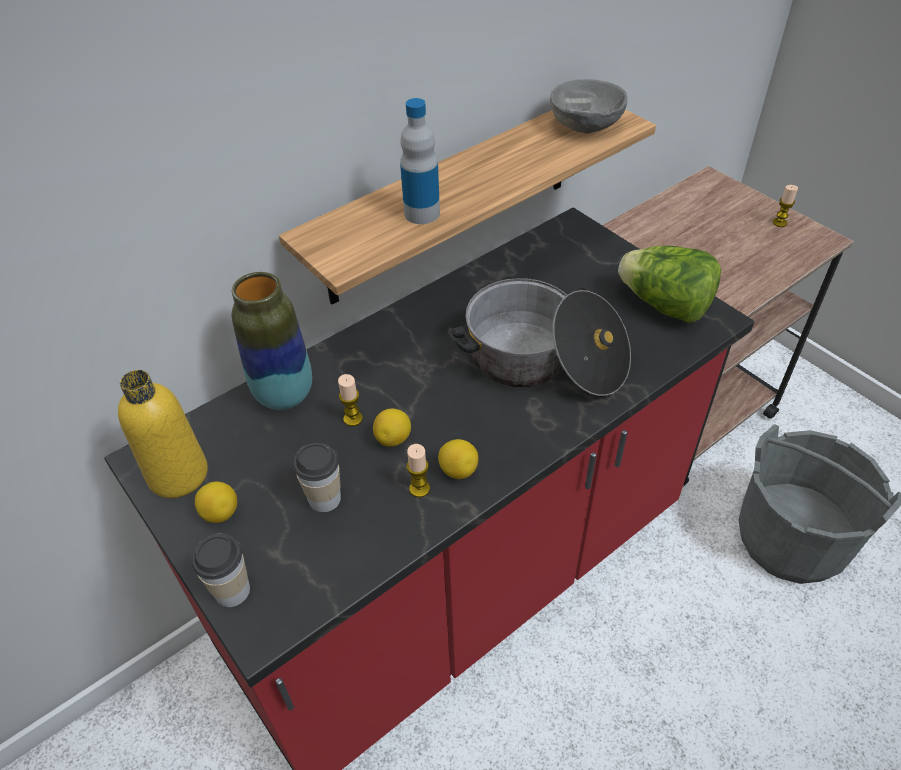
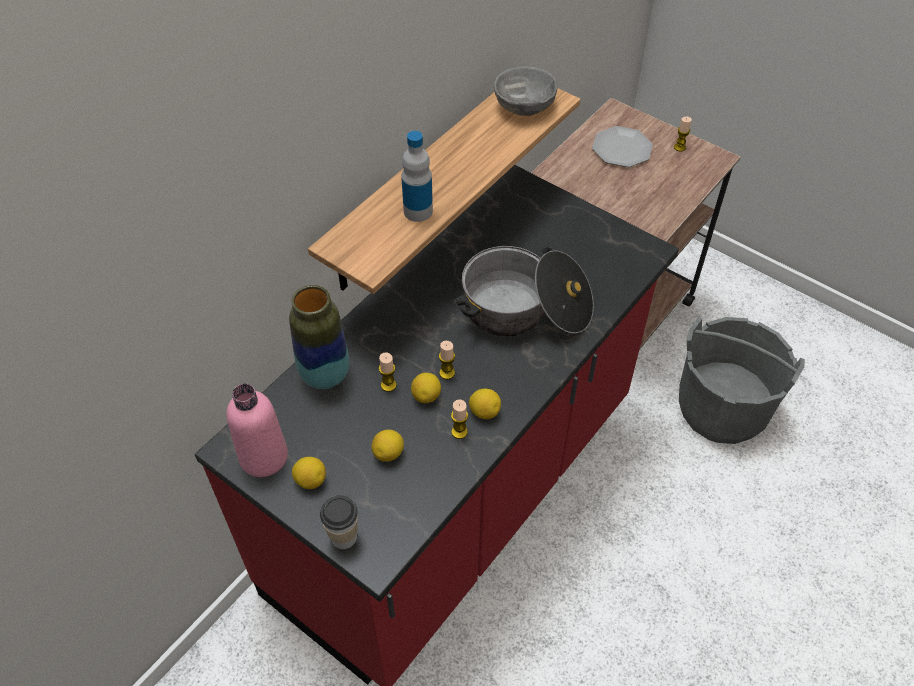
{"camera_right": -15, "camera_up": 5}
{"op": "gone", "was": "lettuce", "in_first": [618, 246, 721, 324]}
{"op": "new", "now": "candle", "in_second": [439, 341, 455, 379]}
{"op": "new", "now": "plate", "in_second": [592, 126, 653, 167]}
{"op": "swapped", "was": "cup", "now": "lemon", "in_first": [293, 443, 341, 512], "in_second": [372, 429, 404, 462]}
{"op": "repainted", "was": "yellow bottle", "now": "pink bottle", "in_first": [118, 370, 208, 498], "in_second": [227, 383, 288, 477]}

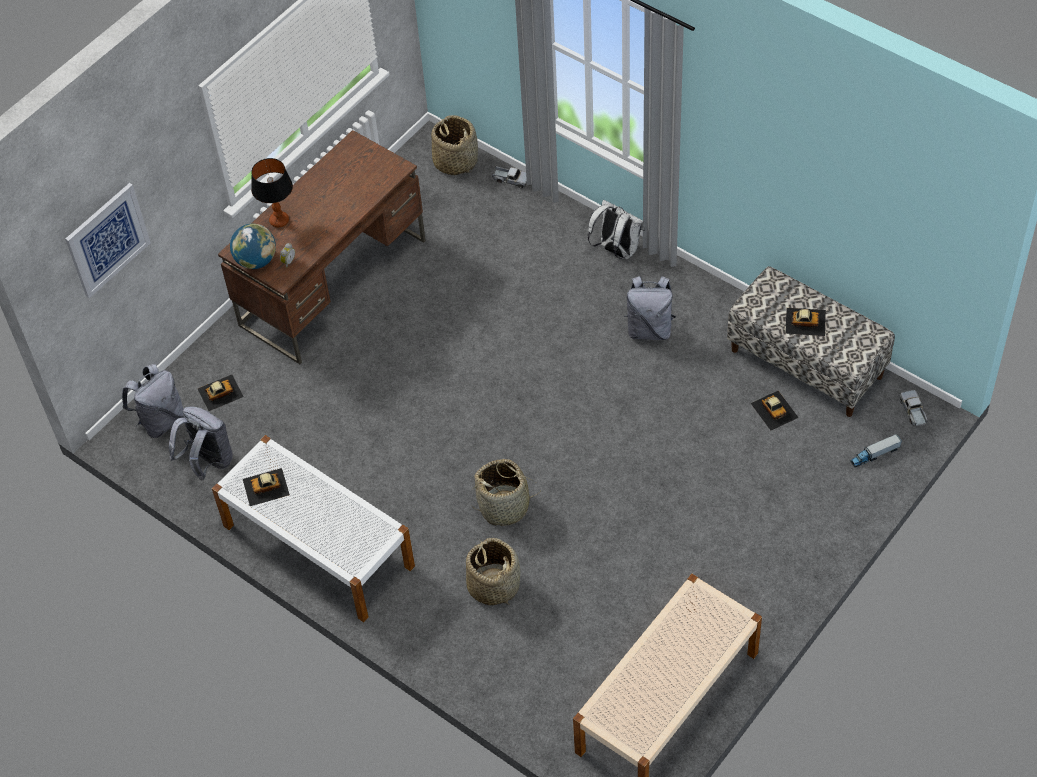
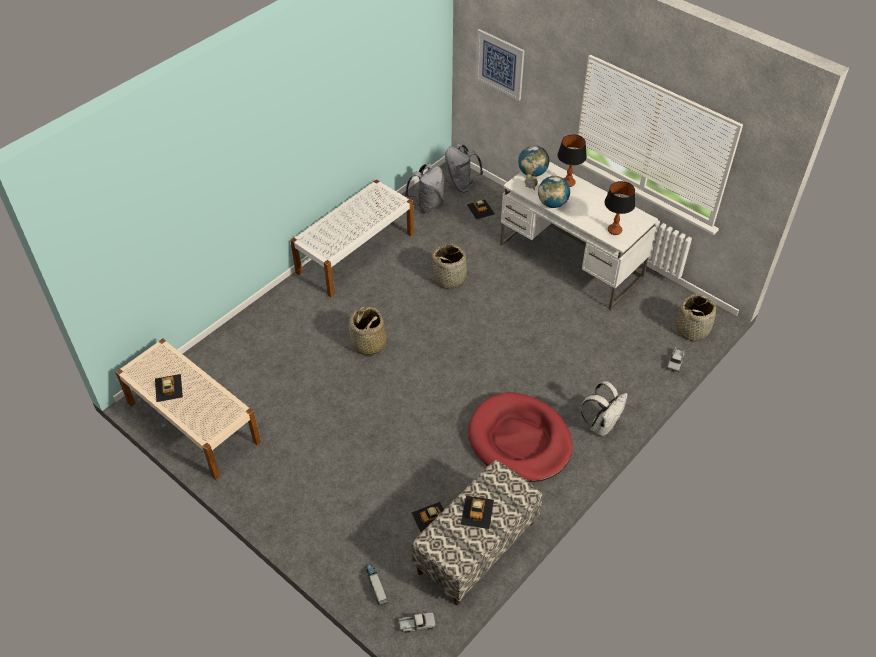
{"camera_right": 90, "camera_up": -5}
{"op": "new", "now": "globe", "in_second": [538, 176, 570, 208]}
{"op": "new", "now": "table lamp", "in_second": [604, 181, 635, 235]}
{"op": "shifted", "was": "toy car", "in_first": [243, 468, 290, 506], "in_second": [155, 374, 183, 402]}
{"op": "shifted", "was": "basket", "in_first": [466, 538, 520, 606], "in_second": [431, 243, 472, 289]}
{"op": "swapped", "was": "grey backpack", "now": "red dog bed", "in_first": [624, 276, 676, 340], "in_second": [468, 392, 573, 482]}
{"op": "repainted", "was": "brown desk", "now": "white desk", "in_first": [218, 130, 426, 364], "in_second": [500, 162, 658, 310]}

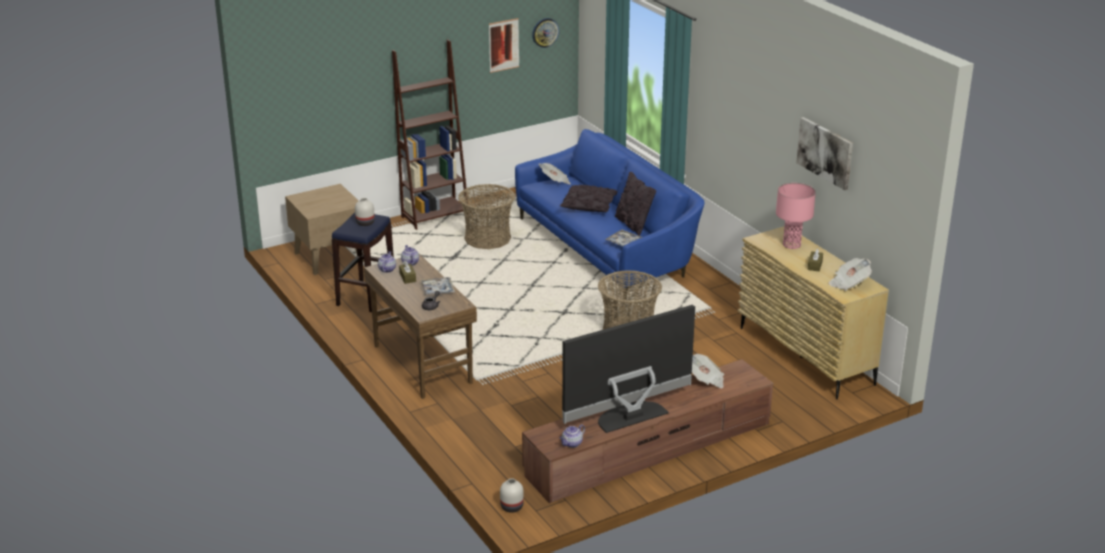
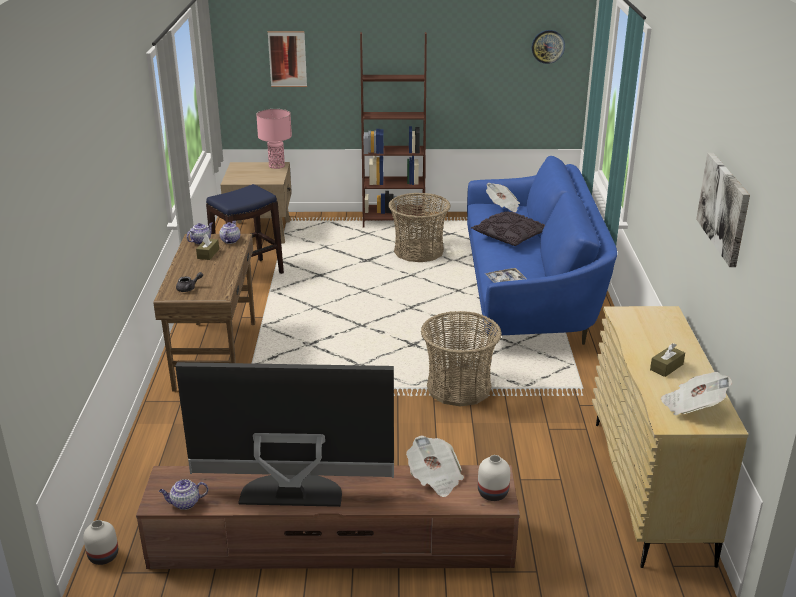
{"camera_right": 30, "camera_up": 0}
{"op": "gone", "was": "tray", "in_first": [421, 277, 455, 295]}
{"op": "gone", "was": "black pillow", "in_first": [615, 172, 656, 236]}
{"op": "shifted", "was": "white vase", "in_first": [355, 198, 375, 226], "in_second": [478, 455, 510, 501]}
{"op": "shifted", "was": "picture", "in_first": [489, 18, 519, 73], "in_second": [268, 31, 307, 87]}
{"op": "shifted", "was": "pink table lamp", "in_first": [776, 183, 816, 249], "in_second": [256, 109, 292, 169]}

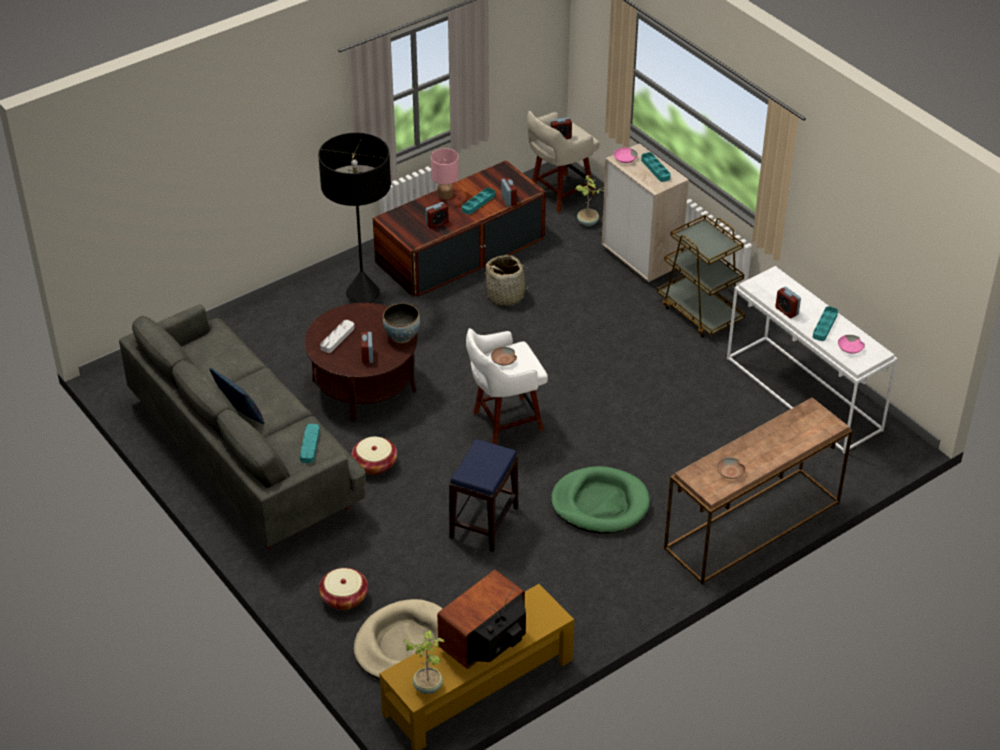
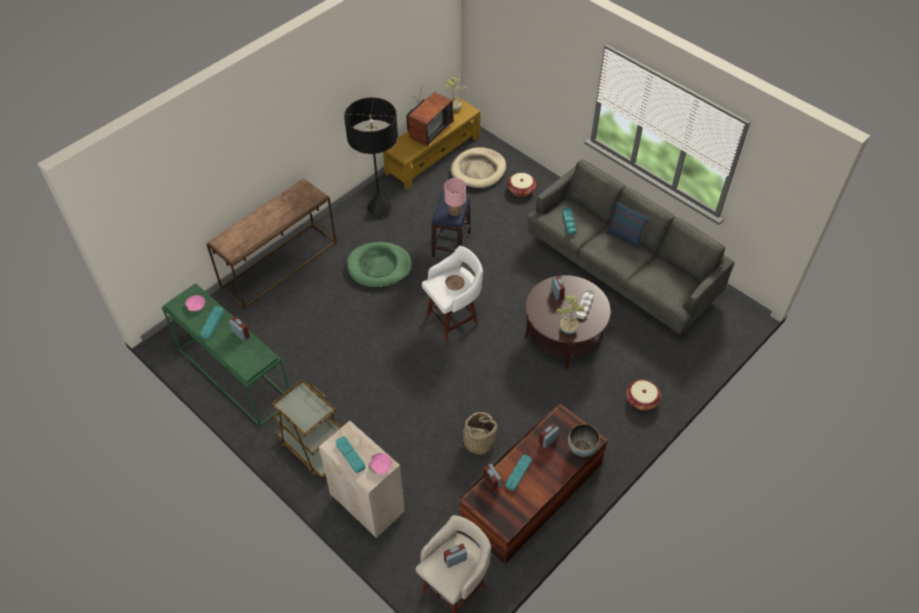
{"camera_right": 170, "camera_up": 10}
{"op": "shifted", "was": "black floor lamp", "in_first": [318, 133, 391, 303], "in_second": [344, 97, 398, 216]}
{"op": "shifted", "was": "basket", "in_first": [352, 437, 397, 475], "in_second": [626, 380, 661, 410]}
{"op": "shifted", "was": "bowl", "in_first": [383, 303, 420, 343], "in_second": [568, 424, 600, 457]}
{"op": "shifted", "was": "pink table lamp", "in_first": [431, 148, 459, 200], "in_second": [444, 178, 466, 216]}
{"op": "shifted", "was": "potted plant", "in_first": [575, 175, 604, 226], "in_second": [556, 295, 585, 334]}
{"op": "repainted", "was": "white console table", "now": "green console table", "in_first": [727, 266, 898, 454], "in_second": [162, 284, 290, 427]}

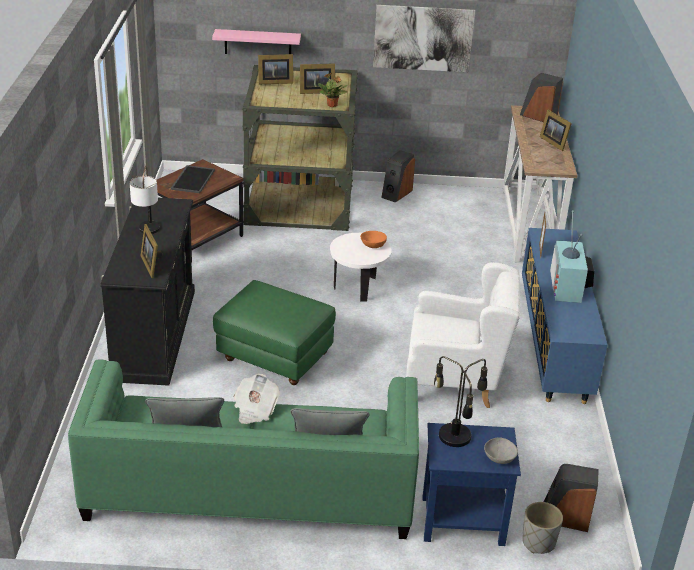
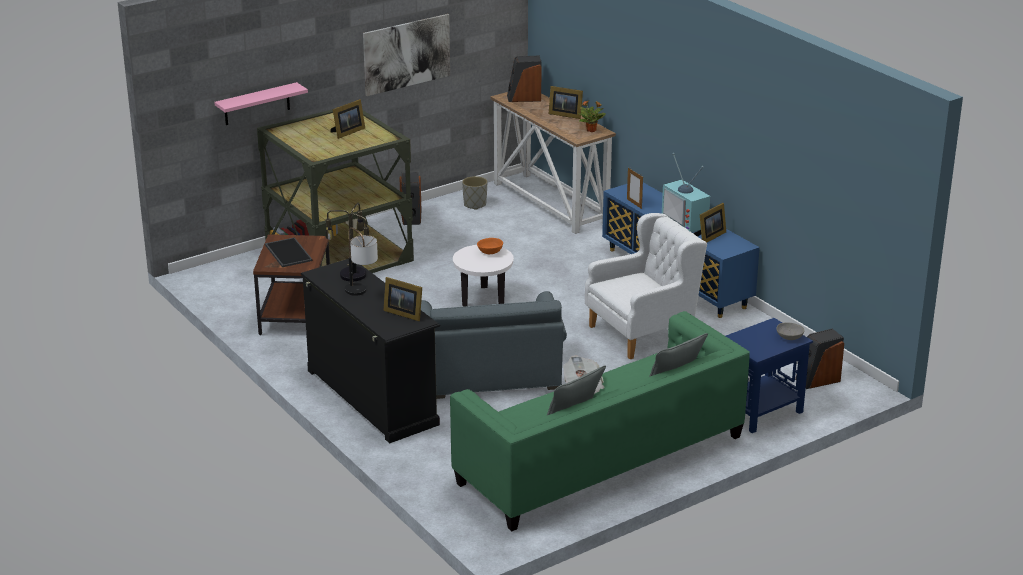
{"camera_right": -35, "camera_up": -5}
{"op": "shifted", "was": "picture frame", "in_first": [258, 54, 293, 84], "in_second": [693, 203, 726, 242]}
{"op": "shifted", "was": "potted plant", "in_first": [318, 73, 348, 107], "in_second": [578, 101, 606, 132]}
{"op": "shifted", "was": "table lamp", "in_first": [434, 356, 487, 447], "in_second": [326, 203, 369, 281]}
{"op": "shifted", "was": "grey planter", "in_first": [522, 502, 563, 554], "in_second": [462, 176, 487, 210]}
{"op": "swapped", "was": "green ottoman", "now": "grey armchair", "in_first": [213, 280, 336, 385], "in_second": [421, 291, 567, 399]}

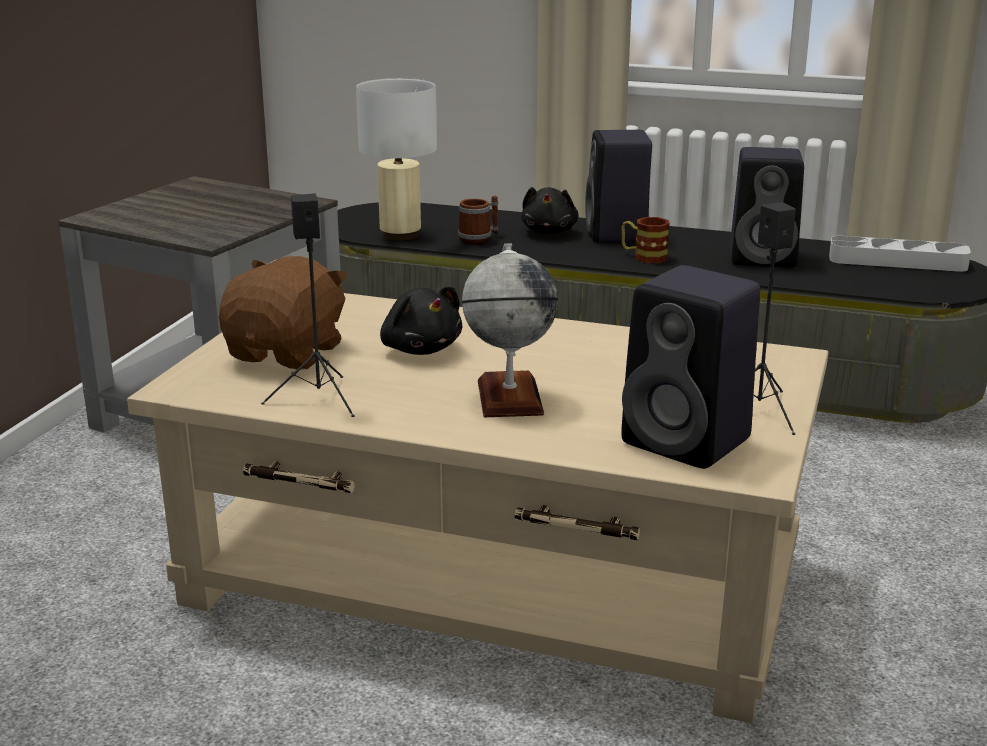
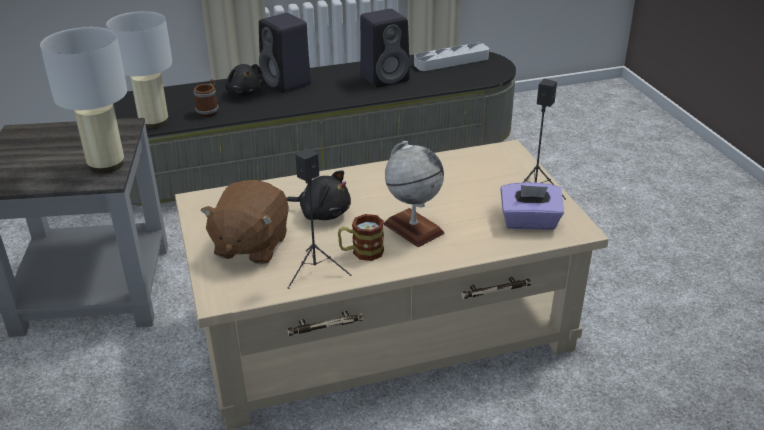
{"camera_right": -35, "camera_up": 10}
{"op": "new", "now": "white table lamp", "in_second": [40, 27, 127, 173]}
{"op": "shifted", "was": "mug", "in_first": [621, 217, 670, 263], "in_second": [338, 214, 384, 261]}
{"op": "swapped", "was": "black speaker", "now": "purple tissue box", "in_first": [621, 265, 761, 469], "in_second": [500, 182, 564, 230]}
{"op": "rotated", "was": "brown plush toy", "in_first": [219, 256, 348, 370], "in_second": [200, 180, 289, 264], "clockwise": -150}

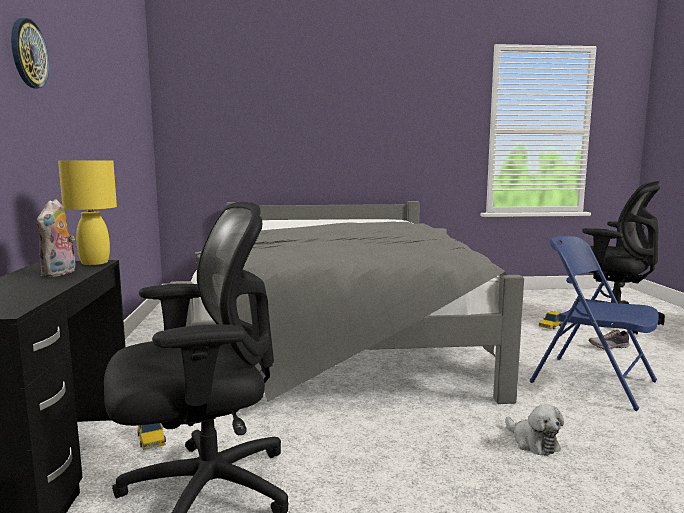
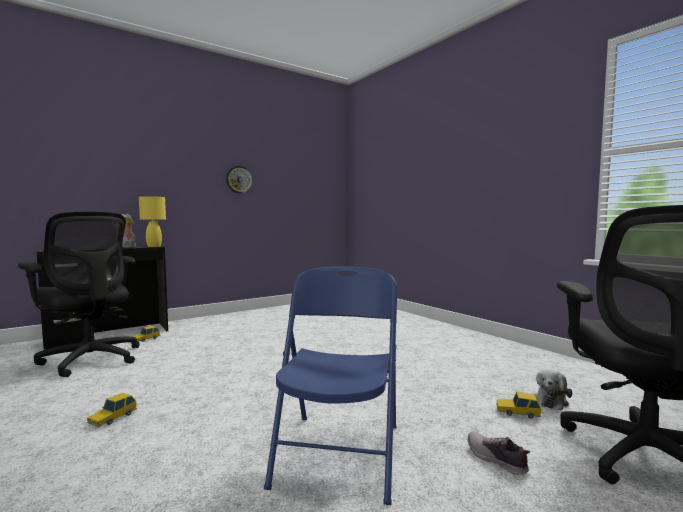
{"camera_right": 60, "camera_up": -5}
{"op": "gone", "was": "grey bed", "in_first": [169, 201, 524, 404]}
{"op": "new", "now": "toy car", "in_second": [87, 393, 137, 427]}
{"op": "shifted", "was": "wall clock", "in_first": [11, 18, 49, 88], "in_second": [226, 166, 253, 194]}
{"op": "shifted", "was": "plush toy", "in_first": [505, 404, 564, 456], "in_second": [533, 369, 572, 410]}

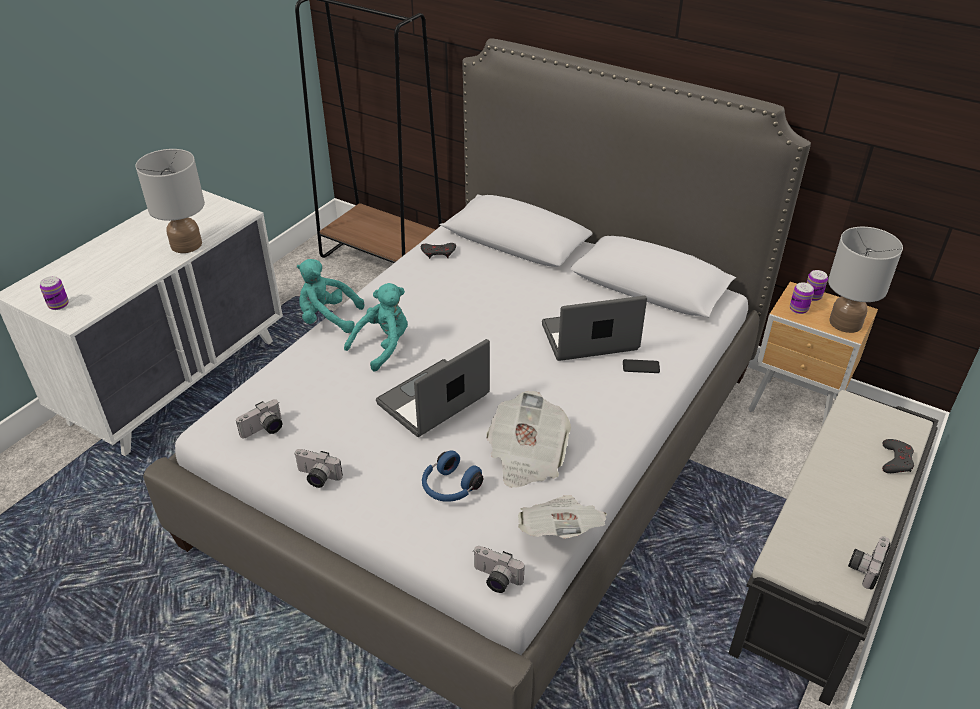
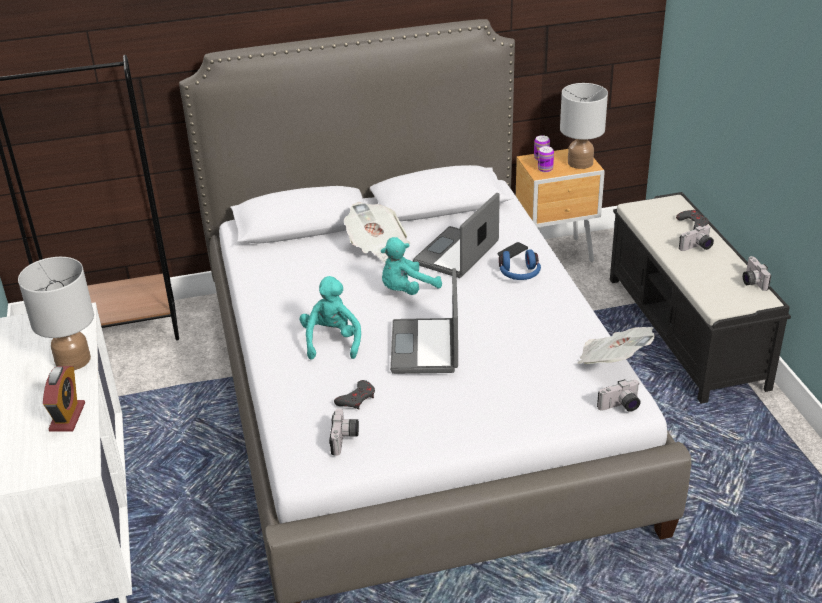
{"camera_right": -45, "camera_up": -5}
{"op": "gone", "was": "can", "in_first": [40, 276, 69, 310]}
{"op": "new", "now": "alarm clock", "in_second": [43, 366, 85, 432]}
{"op": "shifted", "was": "photo camera", "in_first": [294, 449, 343, 488], "in_second": [679, 225, 714, 251]}
{"op": "shifted", "was": "turquoise plush toy", "in_first": [297, 259, 364, 333], "in_second": [381, 237, 442, 295]}
{"op": "shifted", "was": "grey game controller", "in_first": [421, 243, 456, 259], "in_second": [334, 380, 375, 410]}
{"op": "shifted", "was": "blue headphones", "in_first": [422, 450, 483, 502], "in_second": [499, 249, 541, 280]}
{"op": "shifted", "was": "newspaper", "in_first": [486, 391, 571, 488], "in_second": [344, 202, 410, 263]}

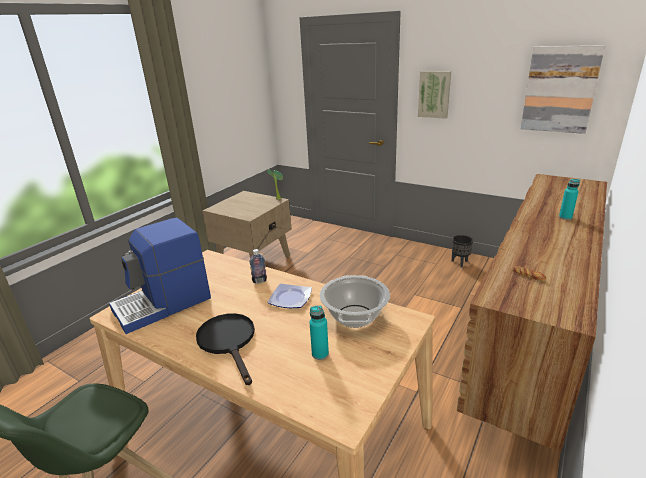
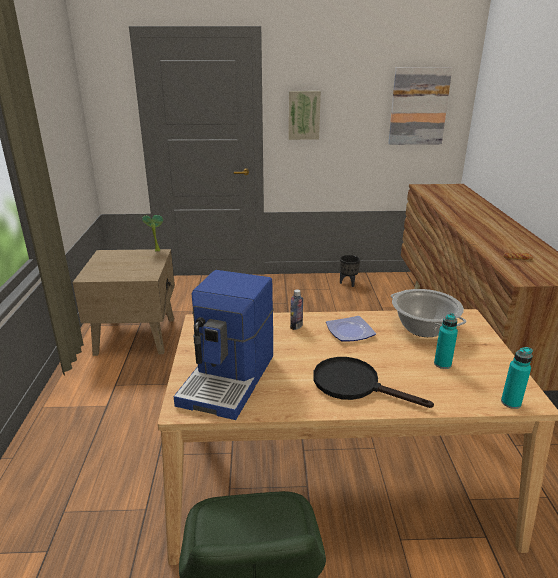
{"camera_right": -35, "camera_up": 0}
{"op": "shifted", "was": "turquoise bottle", "in_first": [559, 179, 580, 220], "in_second": [501, 347, 533, 409]}

